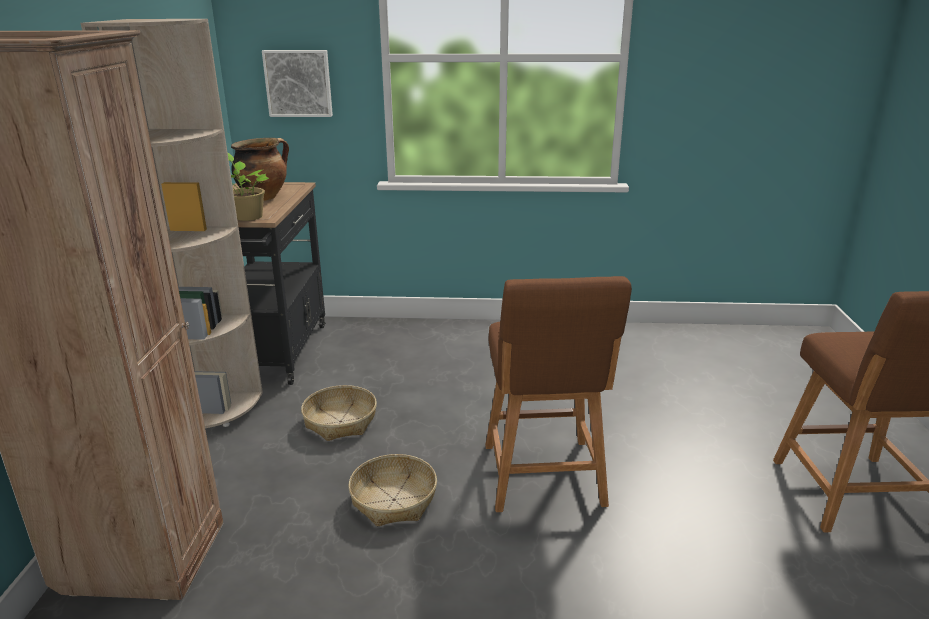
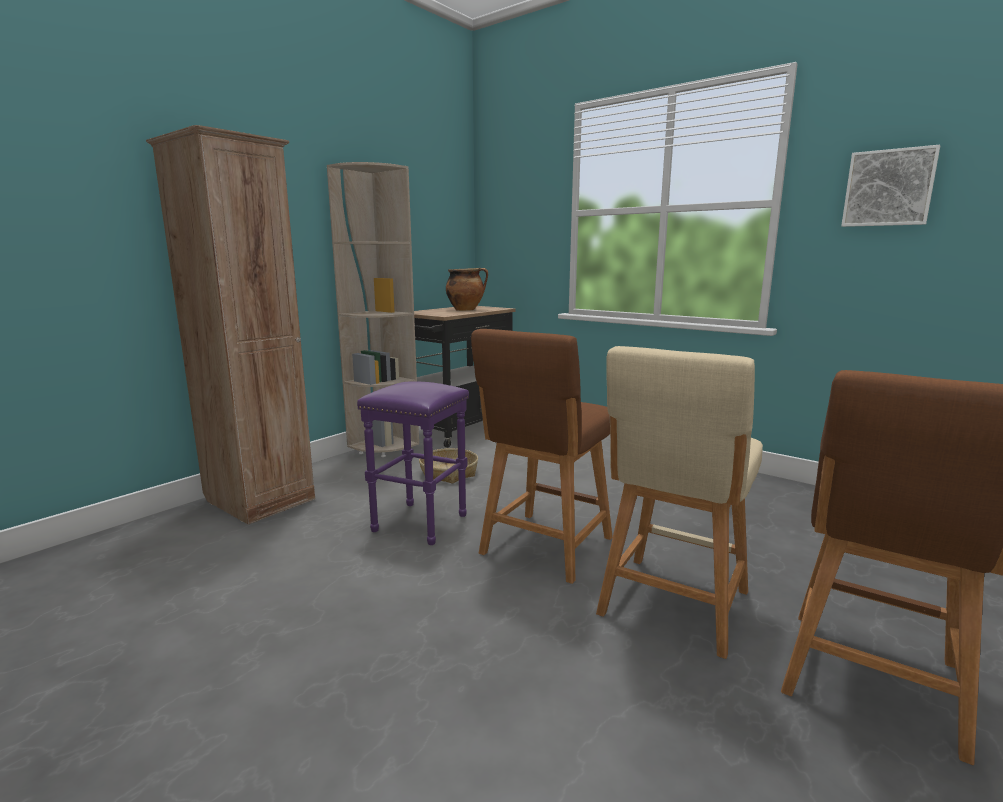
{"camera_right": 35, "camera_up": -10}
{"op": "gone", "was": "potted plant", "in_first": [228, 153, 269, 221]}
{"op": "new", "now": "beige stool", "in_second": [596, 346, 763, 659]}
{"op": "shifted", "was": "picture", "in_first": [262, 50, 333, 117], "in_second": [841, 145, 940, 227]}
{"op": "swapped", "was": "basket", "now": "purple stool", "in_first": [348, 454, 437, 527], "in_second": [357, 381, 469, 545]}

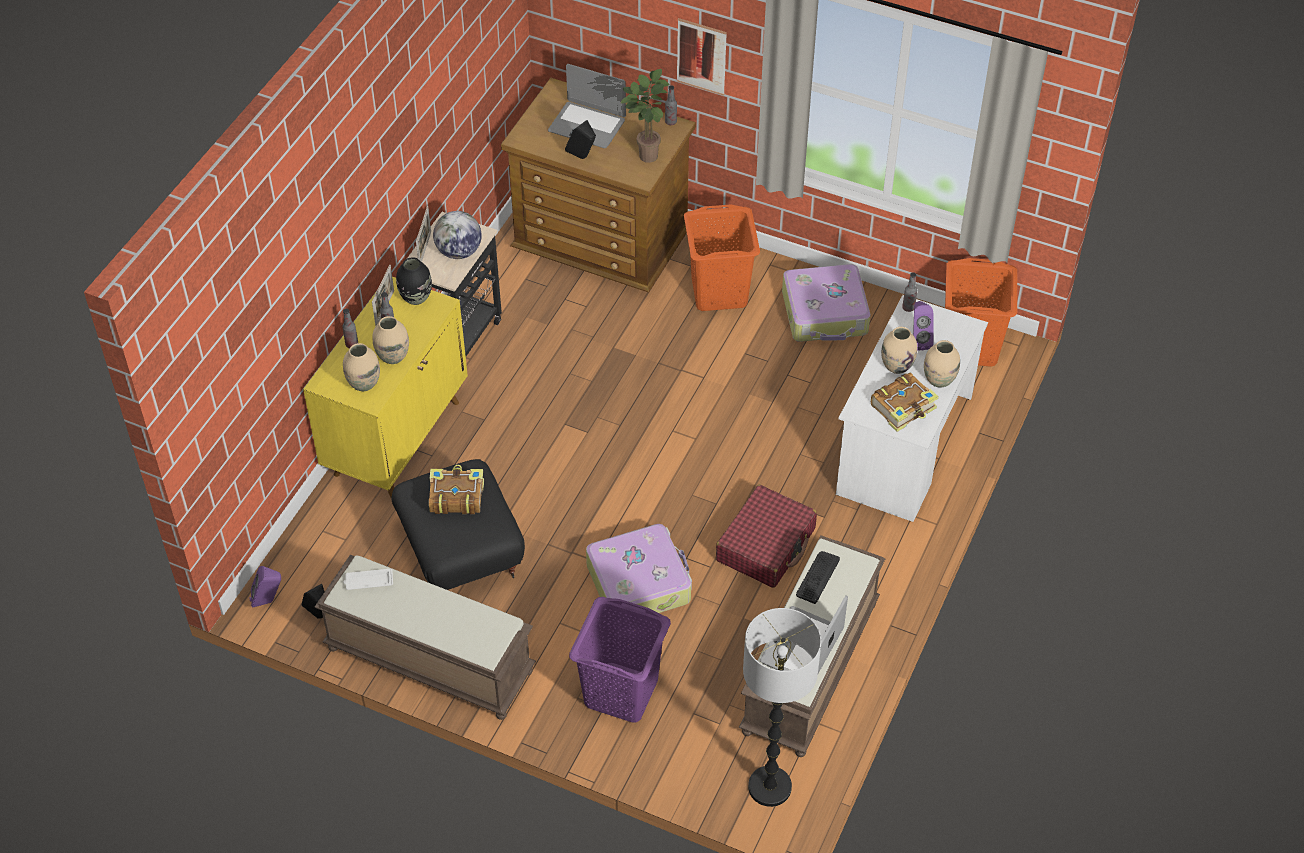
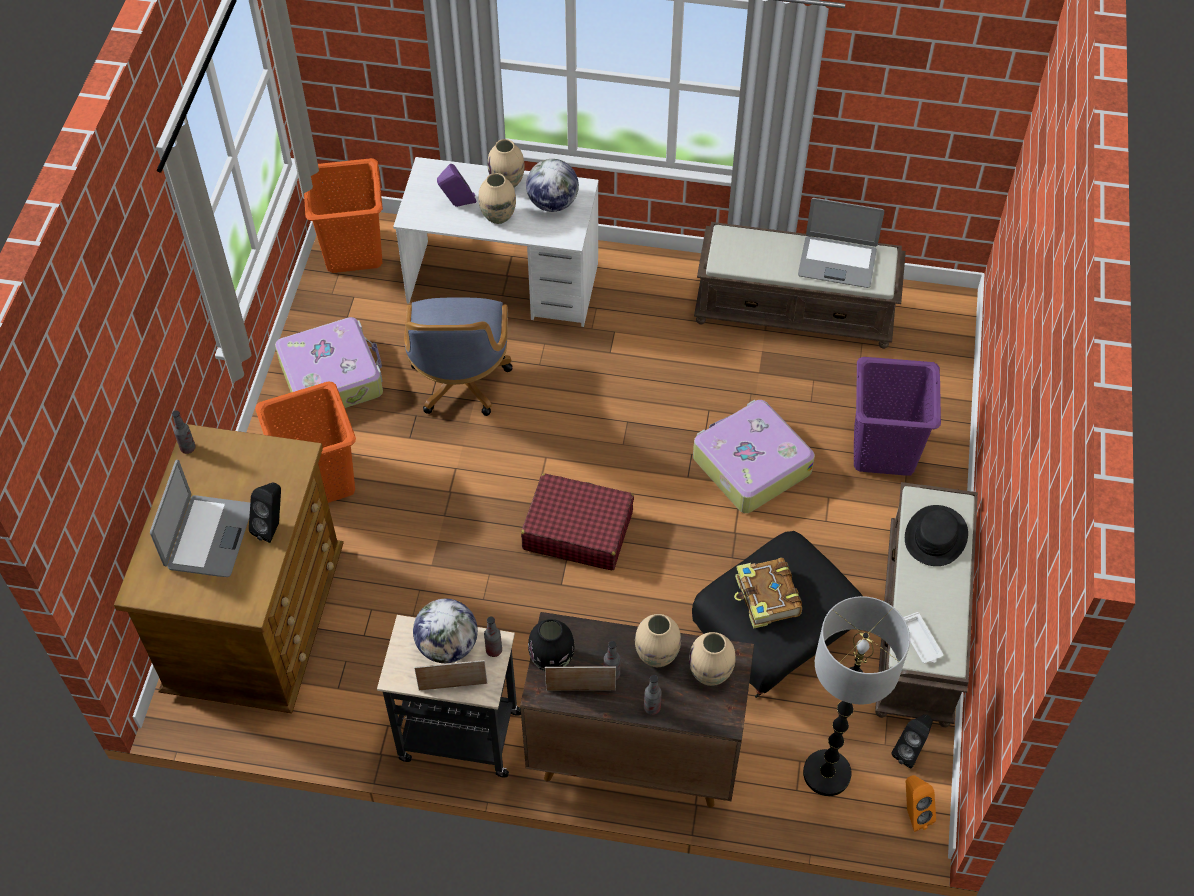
{"camera_right": -105, "camera_up": 5}
{"op": "gone", "was": "potted plant", "in_first": [621, 69, 669, 163]}
{"op": "gone", "was": "picture", "in_first": [677, 18, 727, 96]}
{"op": "gone", "was": "keyboard", "in_first": [796, 551, 840, 604]}
{"op": "new", "now": "blue office chair", "in_second": [404, 297, 513, 416]}
{"op": "new", "now": "black hat", "in_second": [905, 505, 968, 566]}
{"op": "shifted", "was": "red suitcase", "in_first": [716, 485, 817, 588], "in_second": [521, 474, 634, 570]}
{"op": "shifted", "was": "floor lamp", "in_first": [743, 608, 821, 807], "in_second": [803, 596, 910, 796]}
{"op": "shifted", "was": "bottle", "in_first": [902, 272, 917, 312], "in_second": [484, 616, 502, 657]}
{"op": "swapped", "was": "book", "now": "globe", "in_first": [871, 373, 939, 432], "in_second": [526, 159, 579, 212]}
{"op": "repainted", "was": "purple speaker", "now": "orange speaker", "in_first": [250, 566, 281, 608], "in_second": [906, 775, 936, 832]}
{"op": "repainted", "was": "yellow cabinet", "now": "brown cabinet", "in_first": [303, 277, 468, 498], "in_second": [520, 612, 754, 808]}

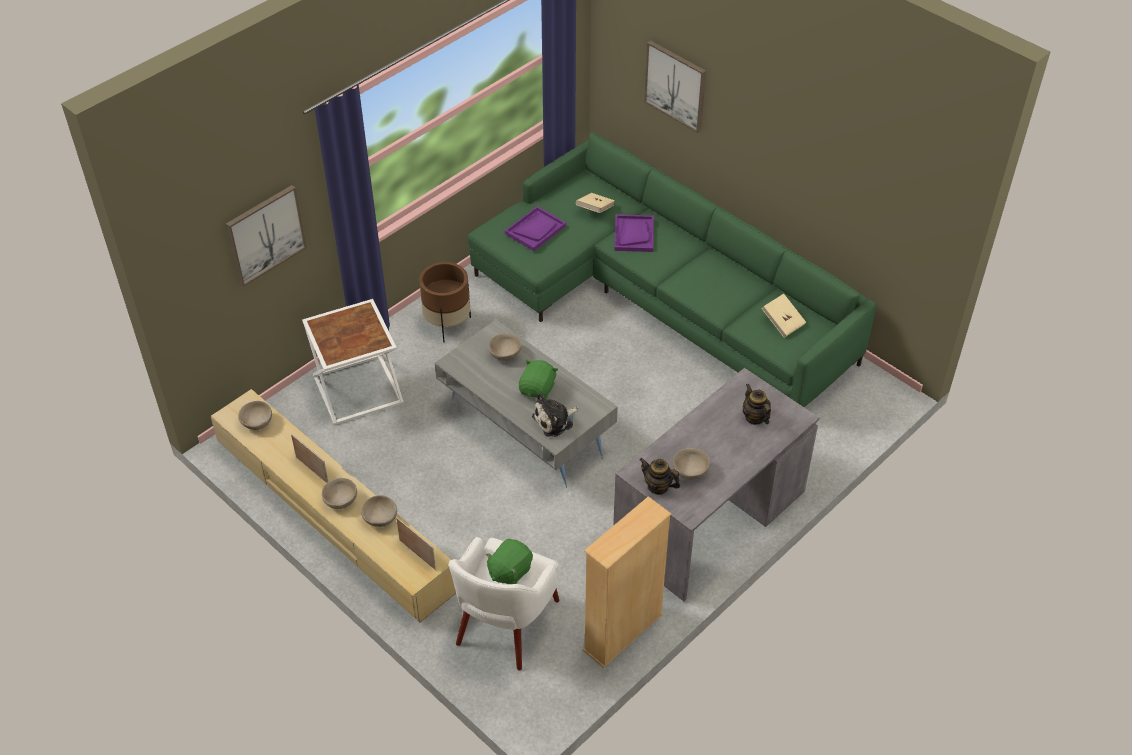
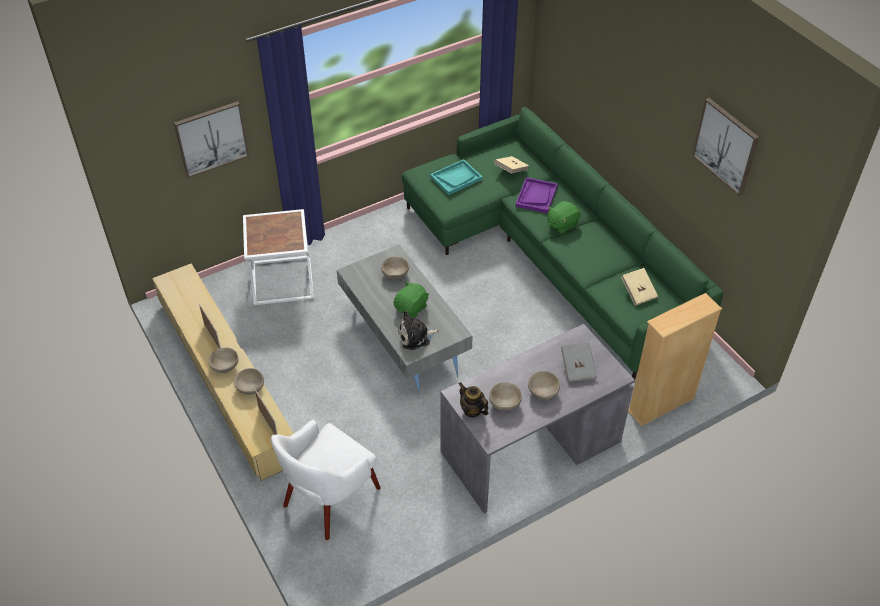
{"camera_right": 15, "camera_up": 0}
{"op": "gone", "was": "brown planter", "in_first": [419, 262, 471, 343]}
{"op": "shifted", "was": "beige bowl", "in_first": [238, 401, 272, 430], "in_second": [528, 371, 560, 400]}
{"op": "shifted", "was": "green plush toy", "in_first": [486, 539, 533, 584], "in_second": [547, 201, 580, 234]}
{"op": "shifted", "was": "beige bookcase", "in_first": [582, 496, 671, 668], "in_second": [628, 293, 722, 426]}
{"op": "shifted", "was": "picture", "in_first": [644, 41, 706, 133], "in_second": [692, 98, 759, 196]}
{"op": "swapped", "was": "teapot", "now": "grey book", "in_first": [742, 384, 771, 425], "in_second": [561, 342, 597, 382]}
{"op": "repainted", "was": "purple tray", "now": "turquoise tray", "in_first": [505, 206, 566, 251], "in_second": [430, 159, 482, 195]}

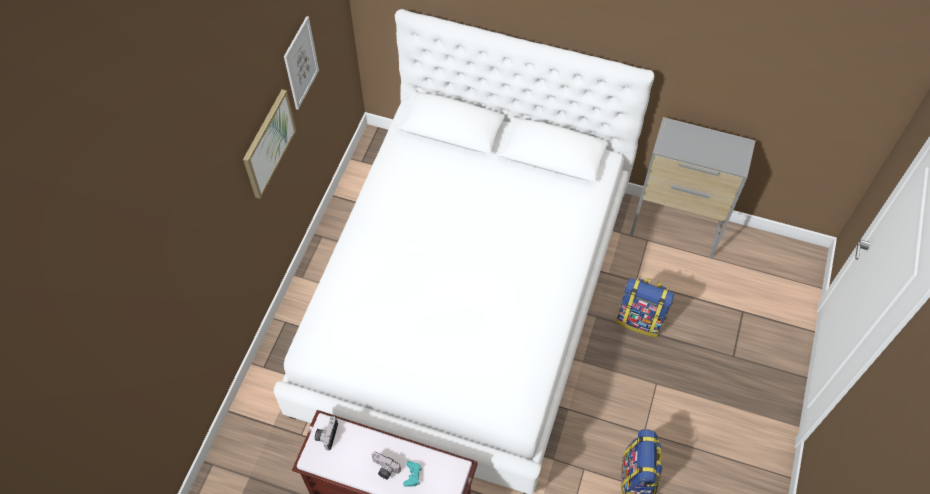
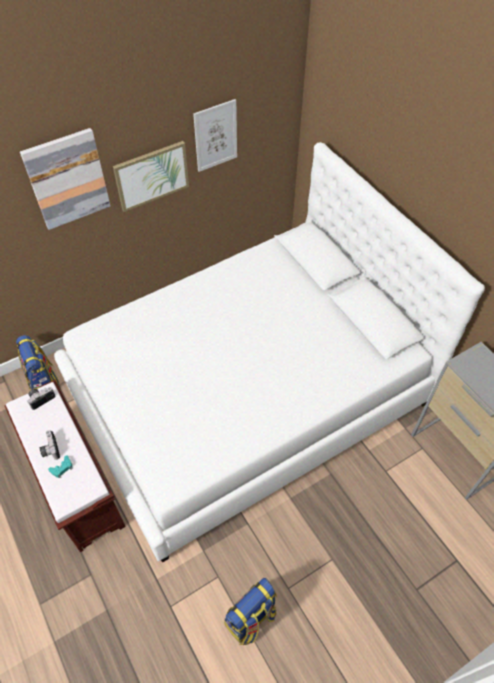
{"camera_right": 40, "camera_up": -5}
{"op": "new", "now": "picture", "in_second": [20, 128, 111, 230]}
{"op": "shifted", "was": "backpack", "in_first": [616, 278, 674, 338], "in_second": [16, 335, 60, 391]}

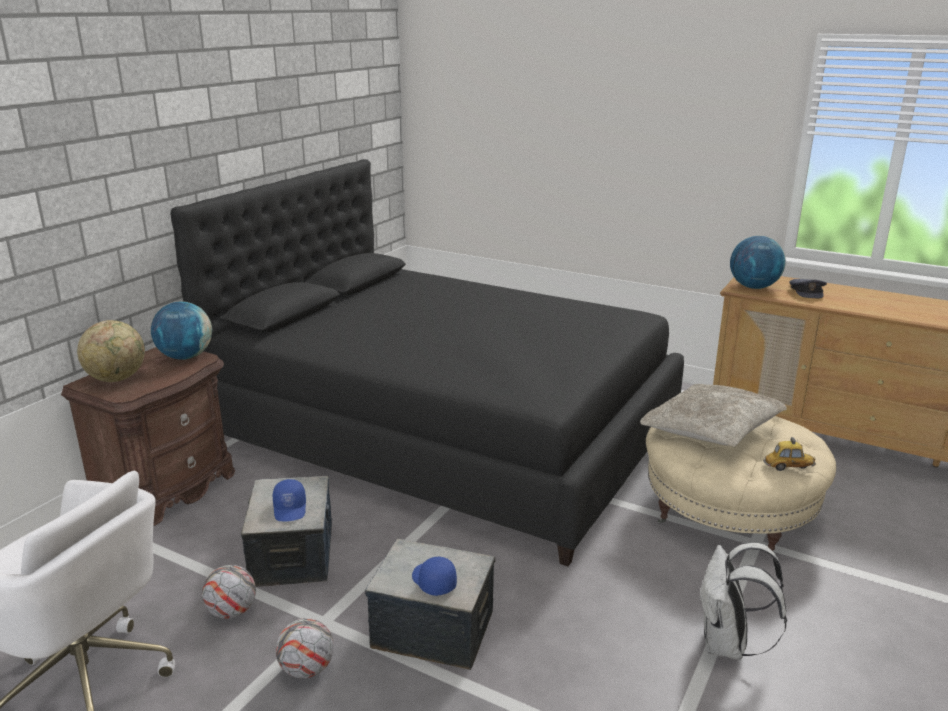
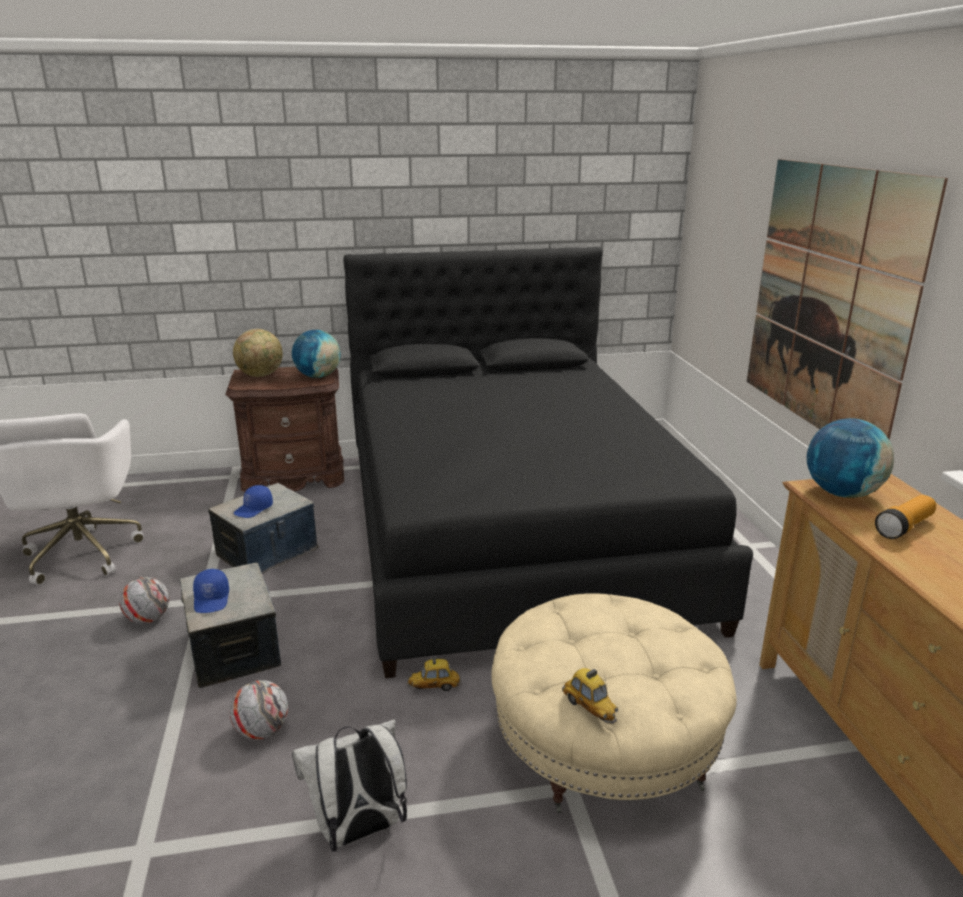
{"camera_right": 50, "camera_up": 0}
{"op": "gone", "was": "beige pillow", "in_first": [640, 383, 787, 447]}
{"op": "new", "now": "toy car", "in_second": [408, 656, 462, 691]}
{"op": "new", "now": "picture", "in_second": [747, 159, 948, 439]}
{"op": "shifted", "was": "football", "in_first": [202, 565, 256, 619], "in_second": [230, 680, 288, 740]}
{"op": "swapped", "was": "grey cap", "now": "flashlight", "in_first": [789, 279, 827, 298], "in_second": [875, 495, 936, 539]}
{"op": "rotated", "was": "blue cap", "in_first": [412, 556, 457, 596], "in_second": [193, 569, 229, 613], "clockwise": 150}

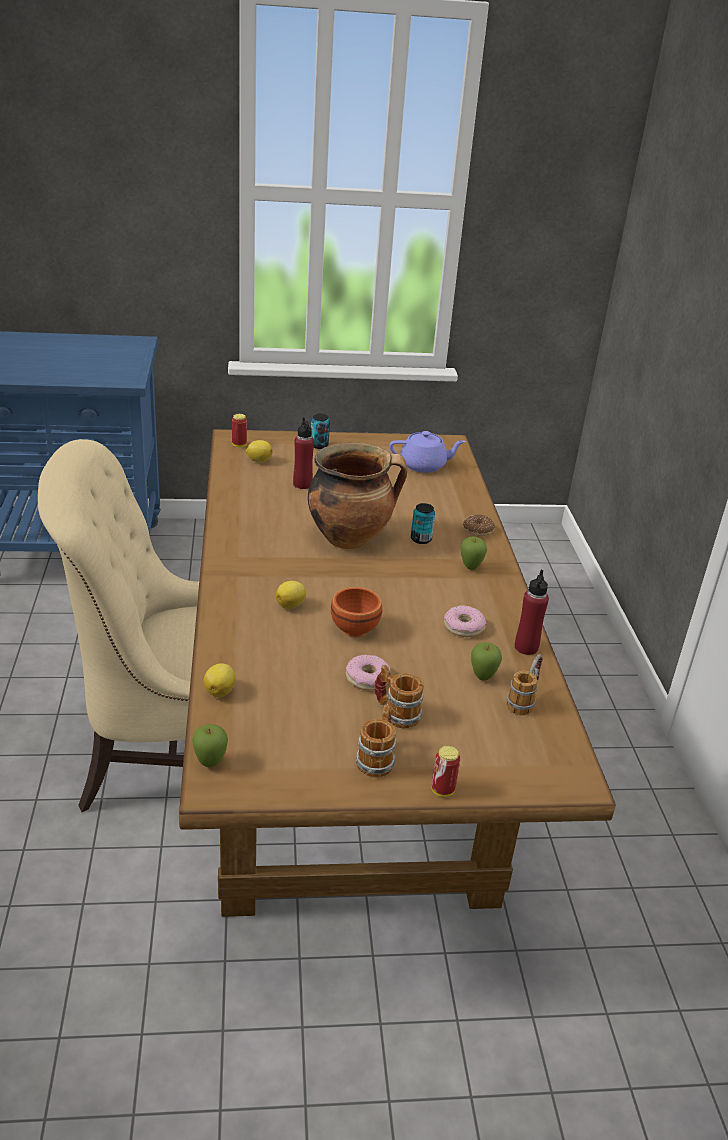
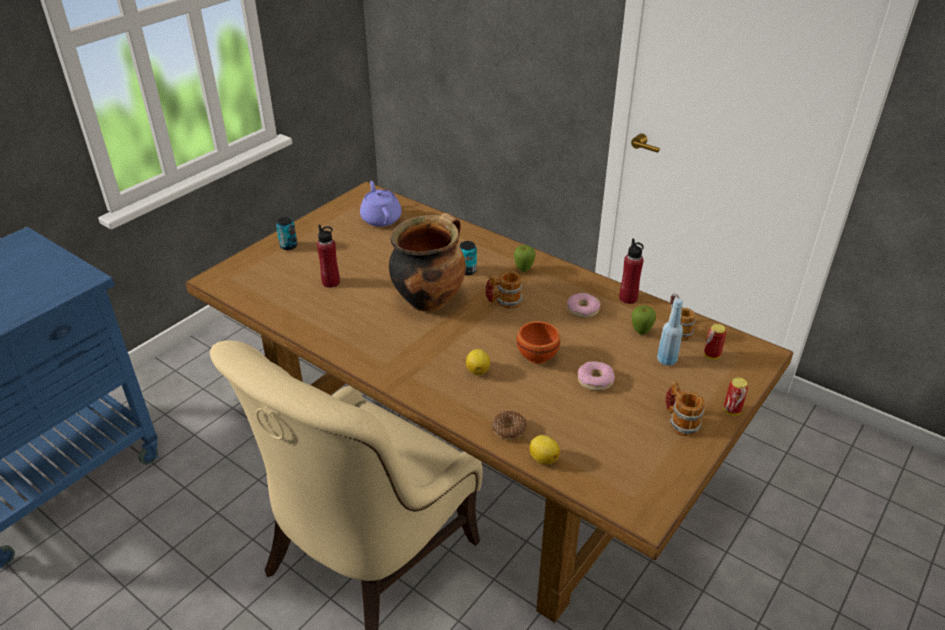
{"camera_right": -45, "camera_up": 5}
{"op": "gone", "was": "apple", "in_first": [192, 724, 228, 767]}
{"op": "gone", "was": "lemon", "in_first": [245, 440, 273, 462]}
{"op": "new", "now": "blue bottle", "in_second": [657, 298, 683, 366]}
{"op": "shifted", "was": "can", "in_first": [232, 414, 247, 447], "in_second": [704, 324, 726, 359]}
{"op": "shifted", "was": "mug", "in_first": [374, 665, 424, 728], "in_second": [485, 271, 523, 309]}
{"op": "shifted", "was": "donut", "in_first": [463, 514, 495, 536], "in_second": [492, 411, 527, 440]}
{"op": "rotated", "was": "purple teapot", "in_first": [389, 431, 466, 473], "in_second": [360, 181, 402, 227], "clockwise": -60}

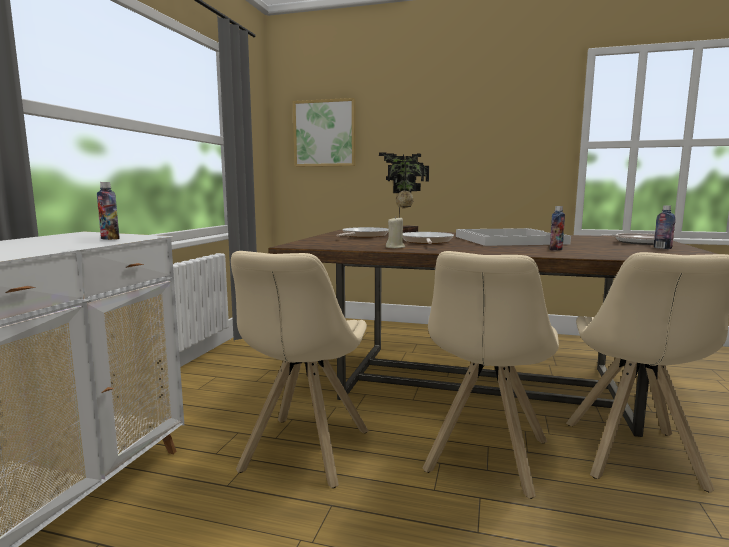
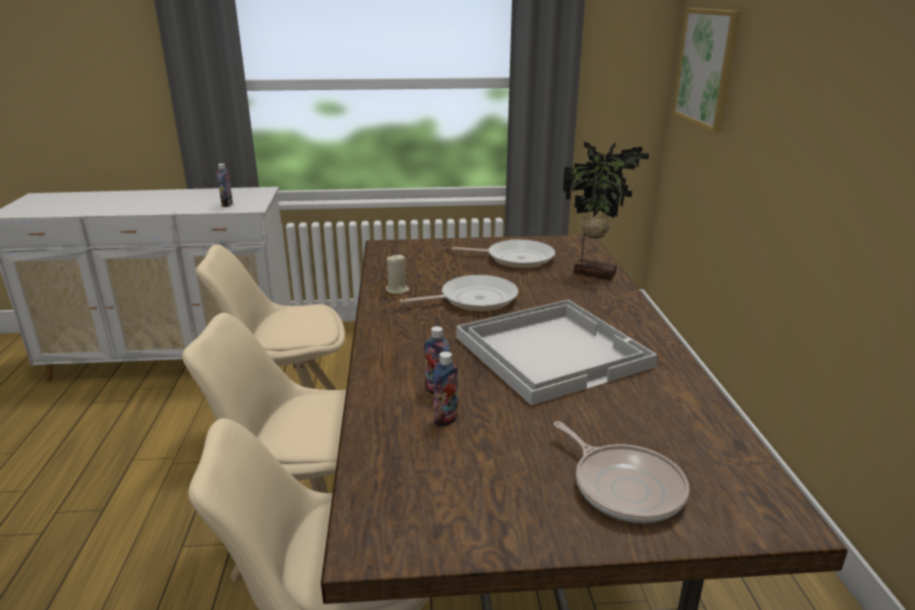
{"camera_right": 70, "camera_up": 15}
{"op": "shifted", "was": "bottle", "in_first": [654, 205, 676, 249], "in_second": [434, 352, 458, 427]}

